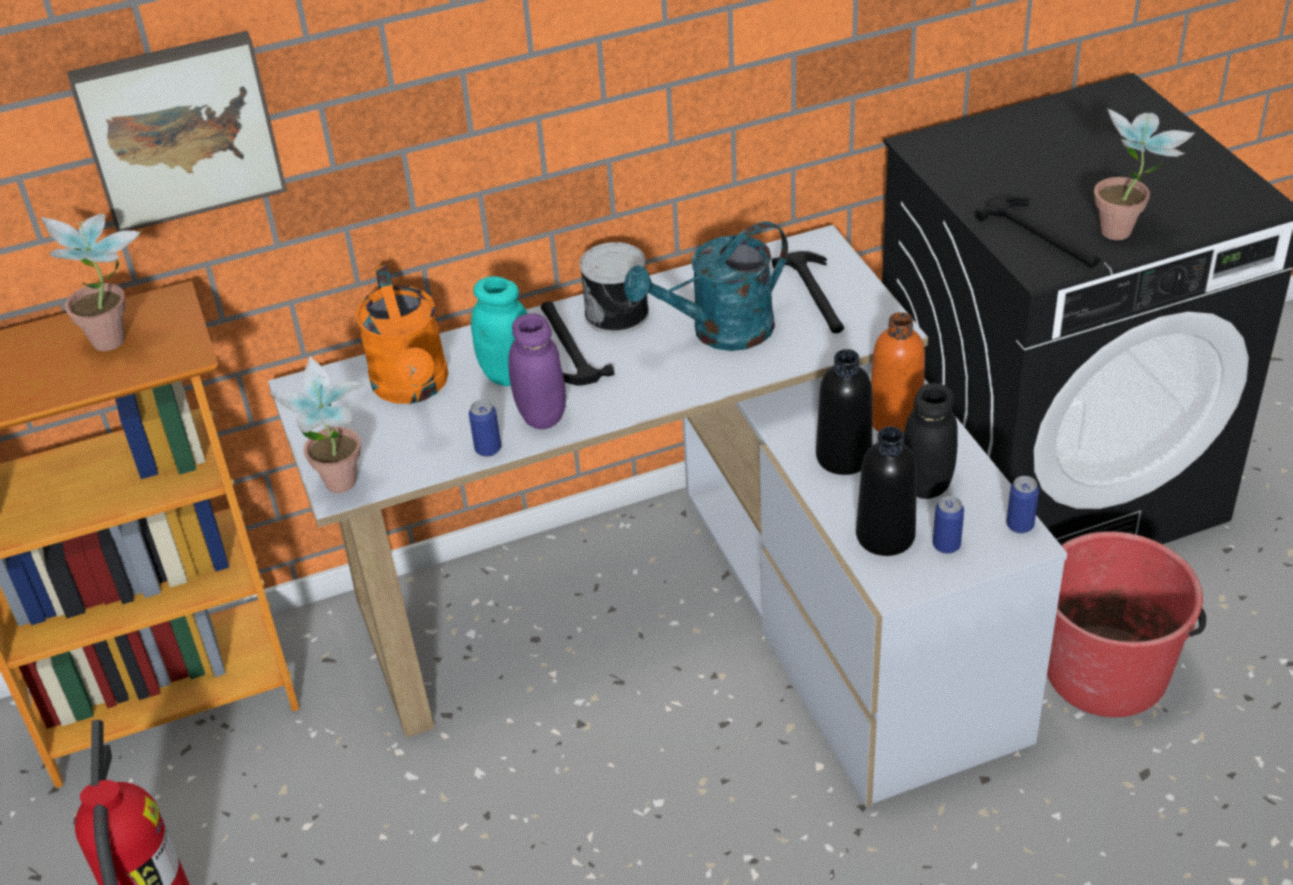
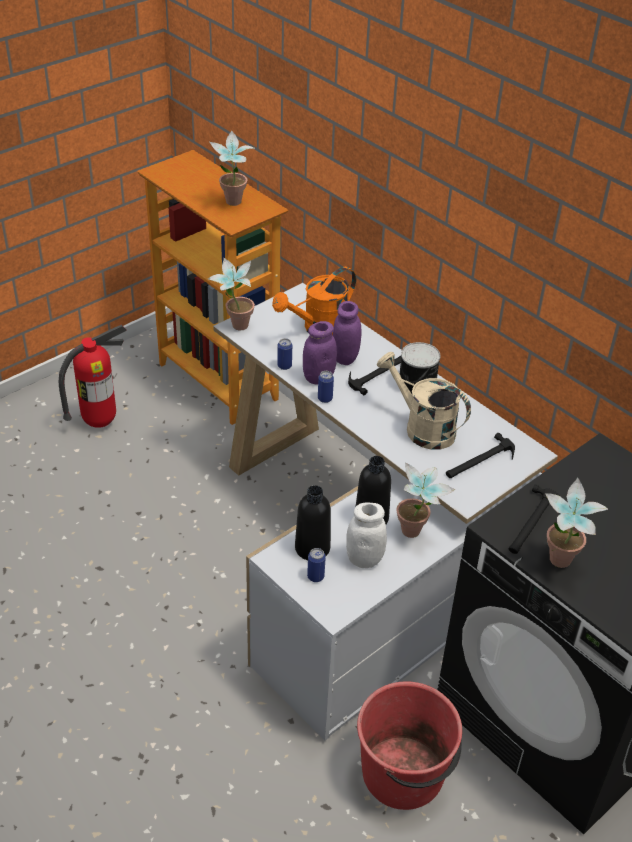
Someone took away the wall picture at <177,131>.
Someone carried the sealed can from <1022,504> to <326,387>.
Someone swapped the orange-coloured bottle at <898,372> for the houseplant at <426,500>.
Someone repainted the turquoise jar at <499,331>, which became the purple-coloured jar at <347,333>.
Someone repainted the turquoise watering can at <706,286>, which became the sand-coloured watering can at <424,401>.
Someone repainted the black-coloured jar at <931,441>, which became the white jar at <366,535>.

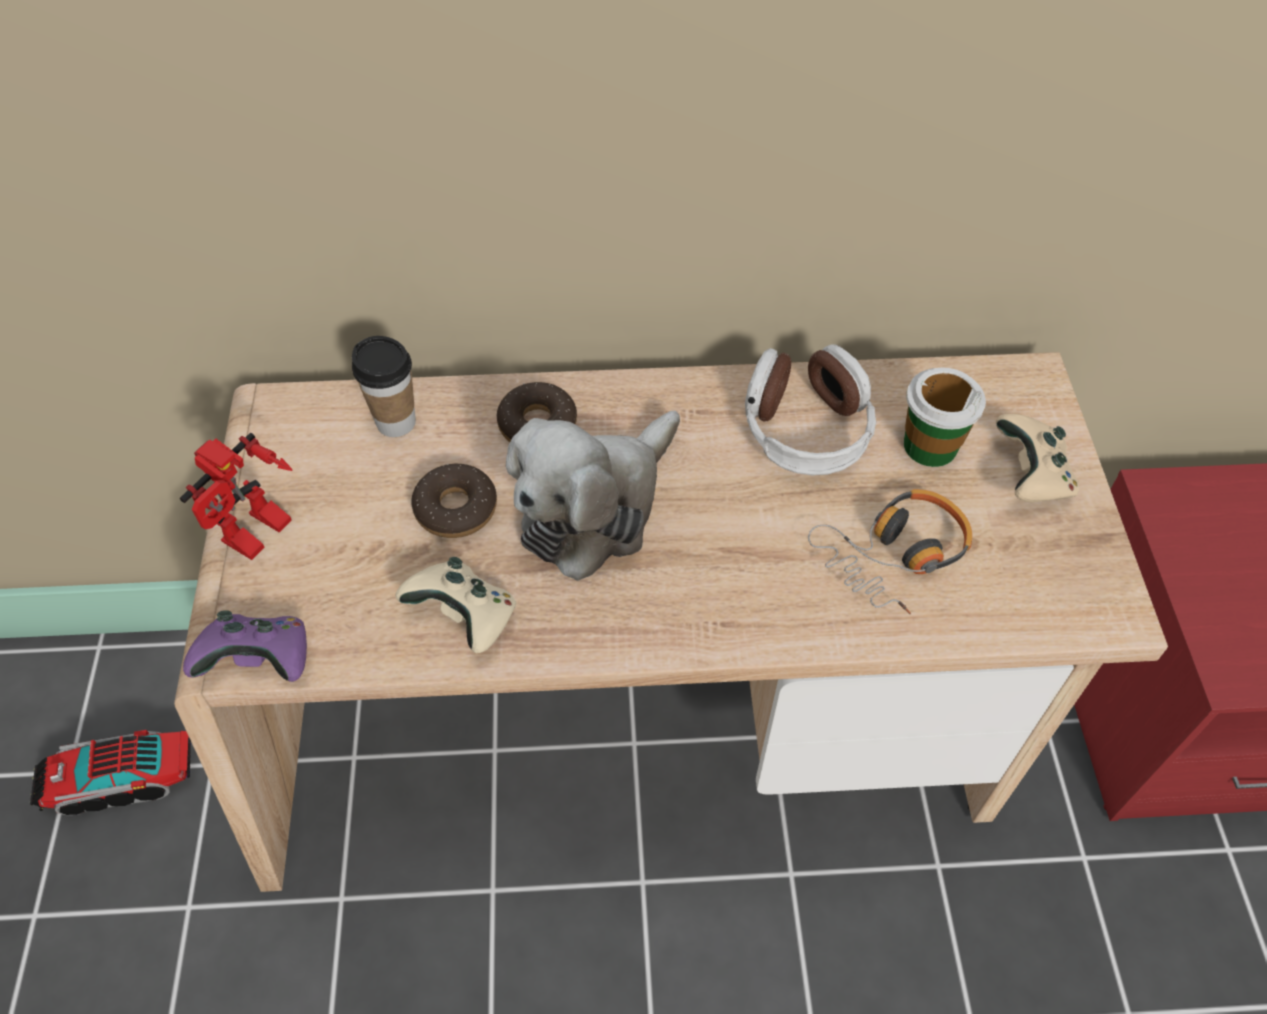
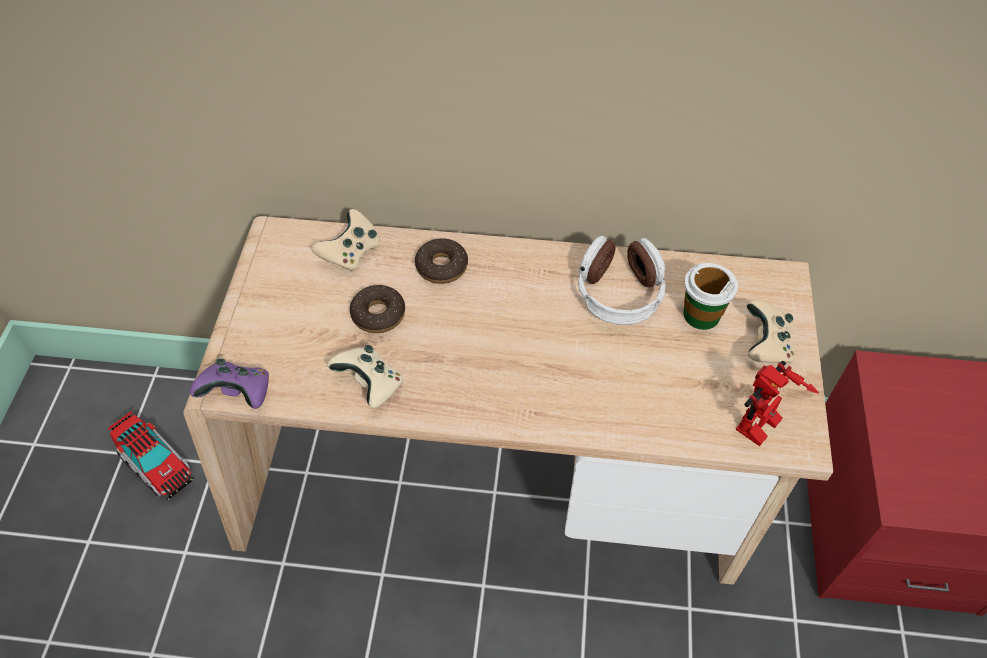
Someone took away the soft toy at <593,496>.
Someone took away the headset at <890,551>.
Someone carried the toy robot from <236,496> to <777,403>.
Someone swapped the small cup at <384,386> for the sand-coloured gamepad at <346,240>.
Someone rotated the model truck at <110,772> by 135 degrees counterclockwise.

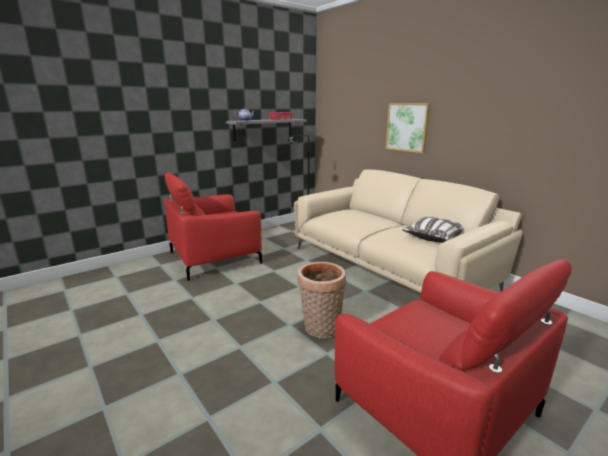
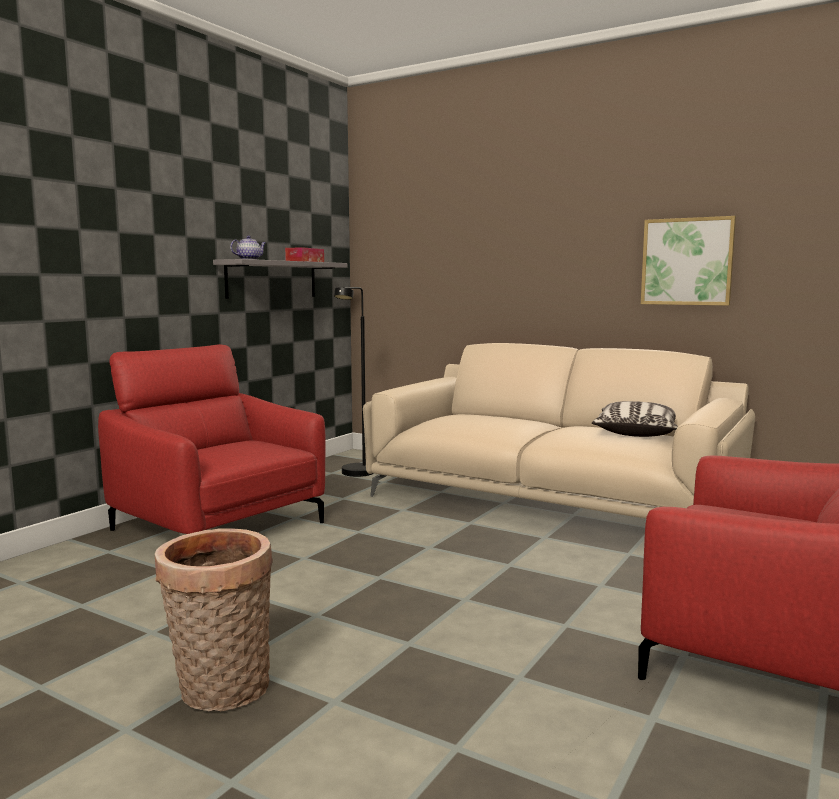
Someone carried the storage basket from <322,300> to <214,620>.
Someone carried the wall picture from <408,128> to <688,261>.
Someone rotated the red lounge chair at <213,226> by 90 degrees clockwise.

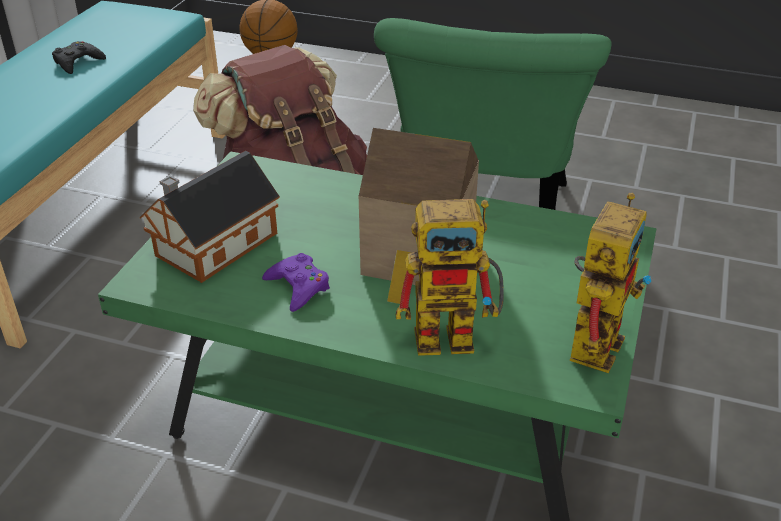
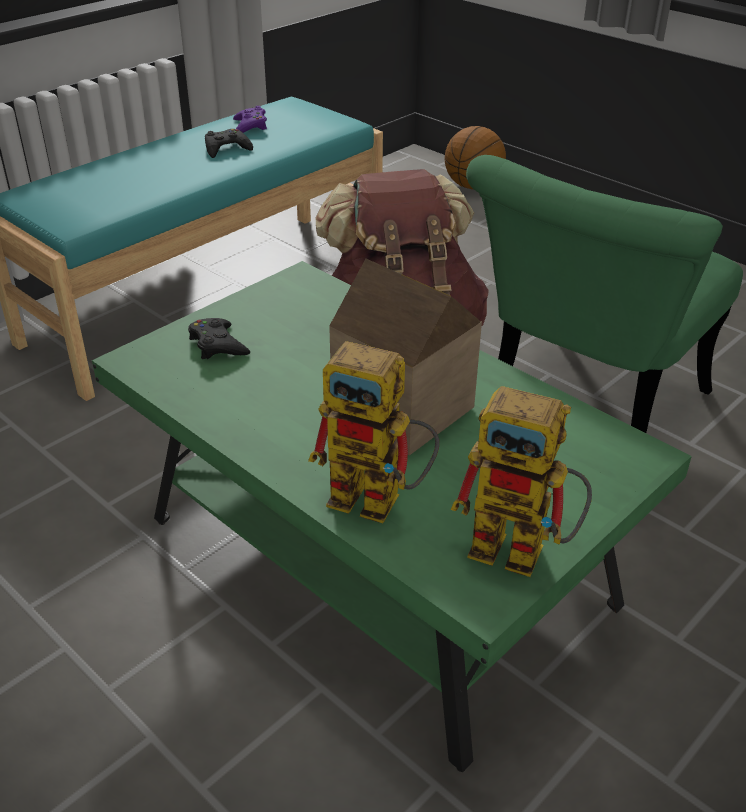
Someone carried the purple-coloured gamepad from <296,282> to <250,119>.
Someone swapped the toy house at <209,217> for the black-coloured gamepad at <219,338>.
Someone rotated the toy robot at <611,283> by 60 degrees clockwise.

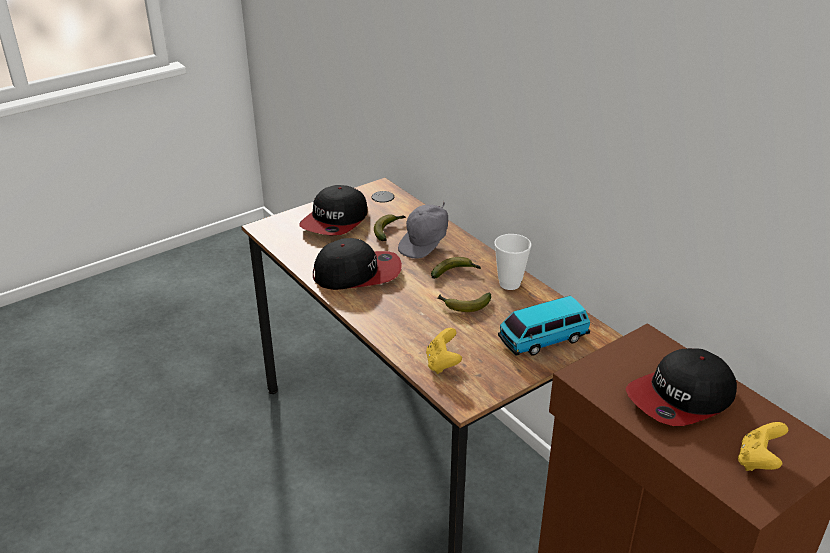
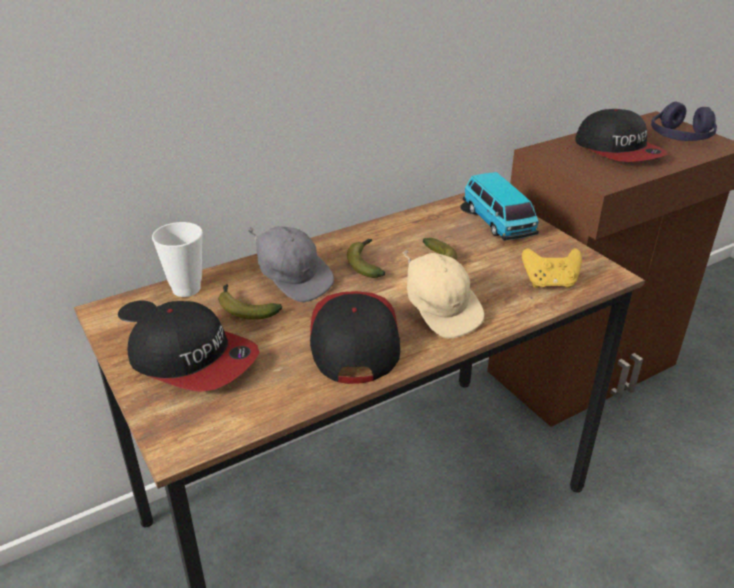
Someone put down the sand-coloured peaked cap at <444,293>.
Someone carried the small cup from <512,262> to <177,259>.
Someone swapped the yellow gamepad at <763,446> for the purple-coloured headset at <684,121>.

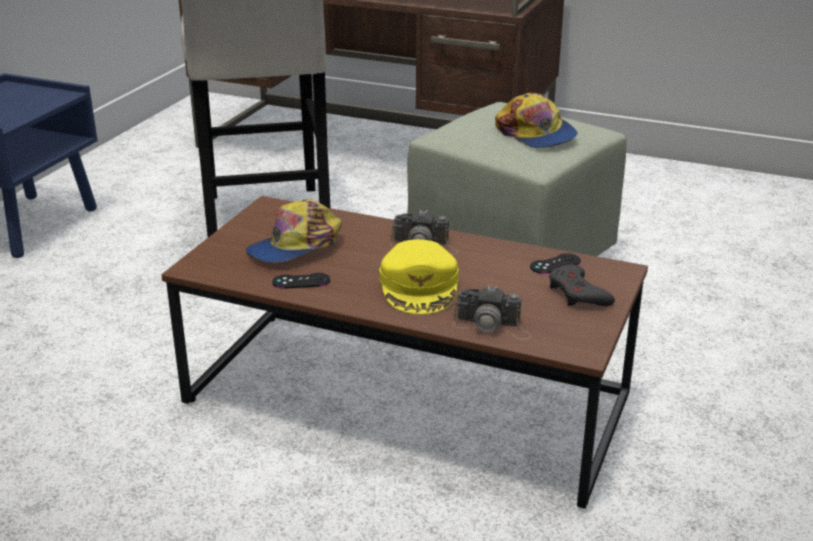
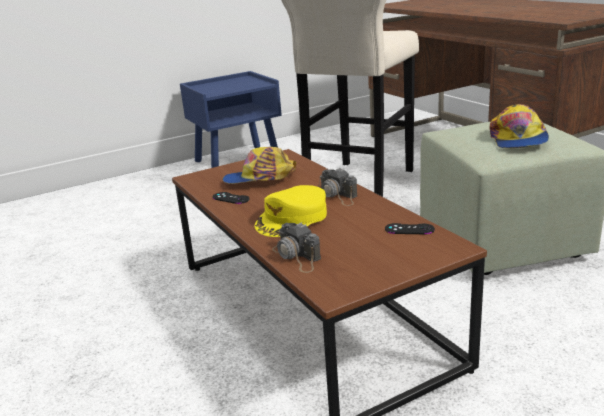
Someone took away the grey gamepad at <582,285>.

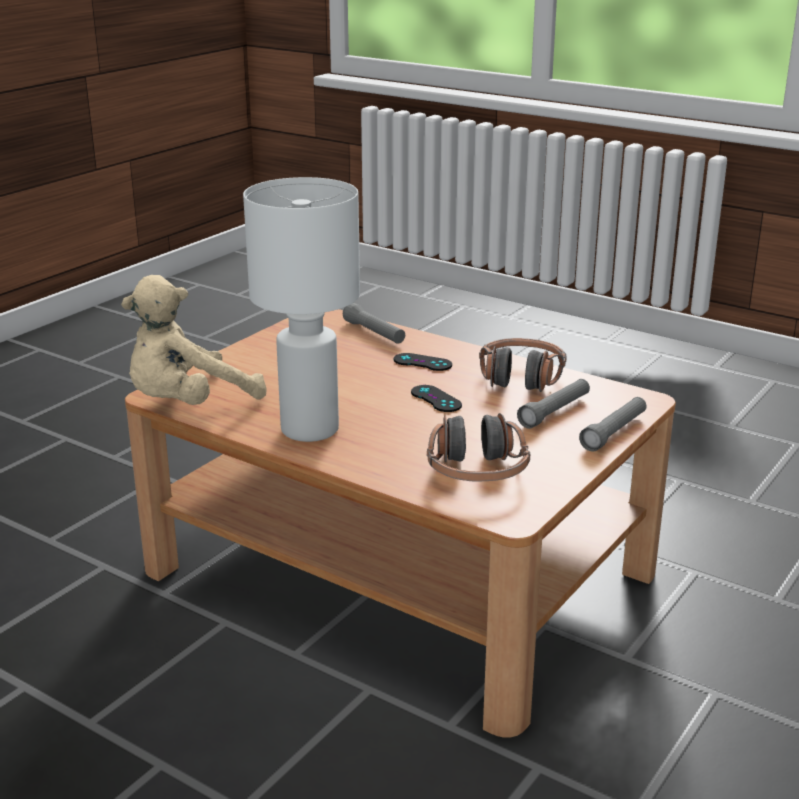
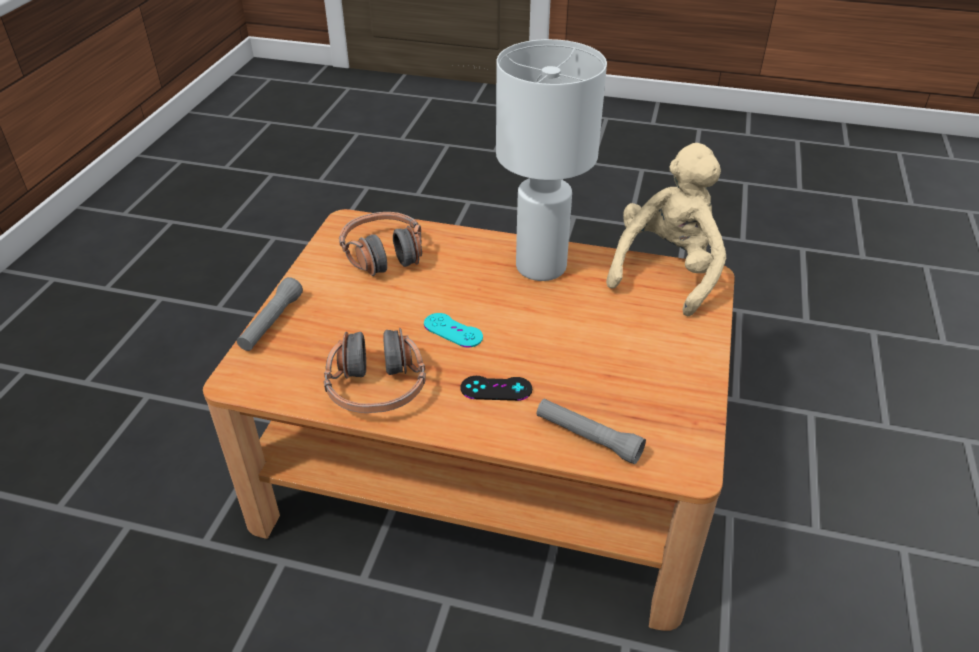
Someone took away the grey torch at <553,404>.
Someone repainted the black-coloured gamepad at <436,398>, which became the turquoise gamepad at <453,330>.

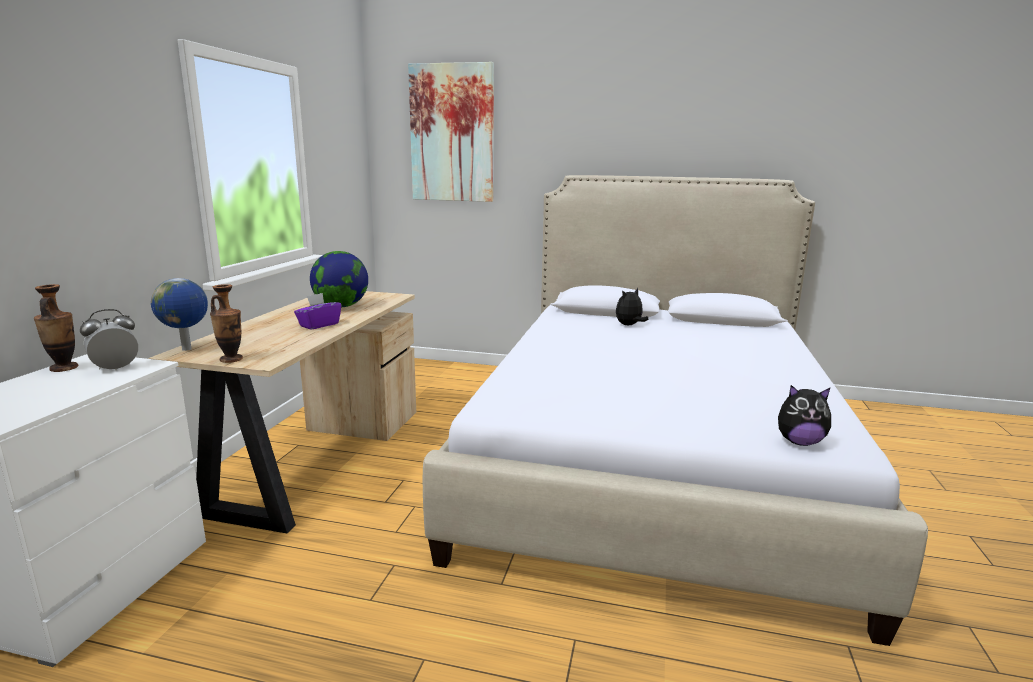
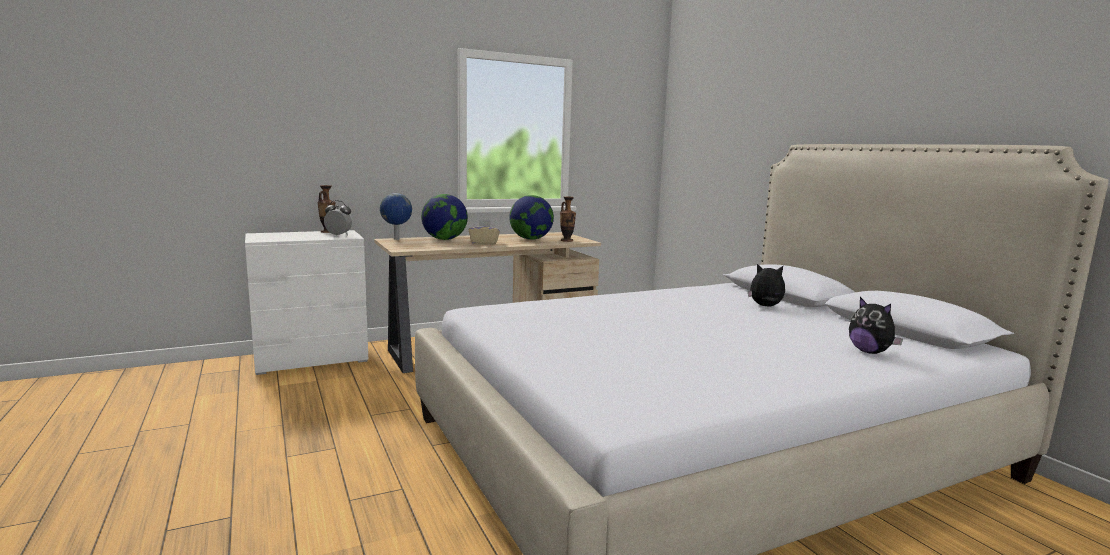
Someone took away the wall picture at <451,132>.
Someone put down the world globe at <444,217>.
Someone carried the decorative vase from <226,323> to <568,219>.
Someone carried the soft toy from <804,415> to <876,325>.
Someone repainted the purple-coloured tissue holder at <318,311>, which became the sand-coloured tissue holder at <484,232>.

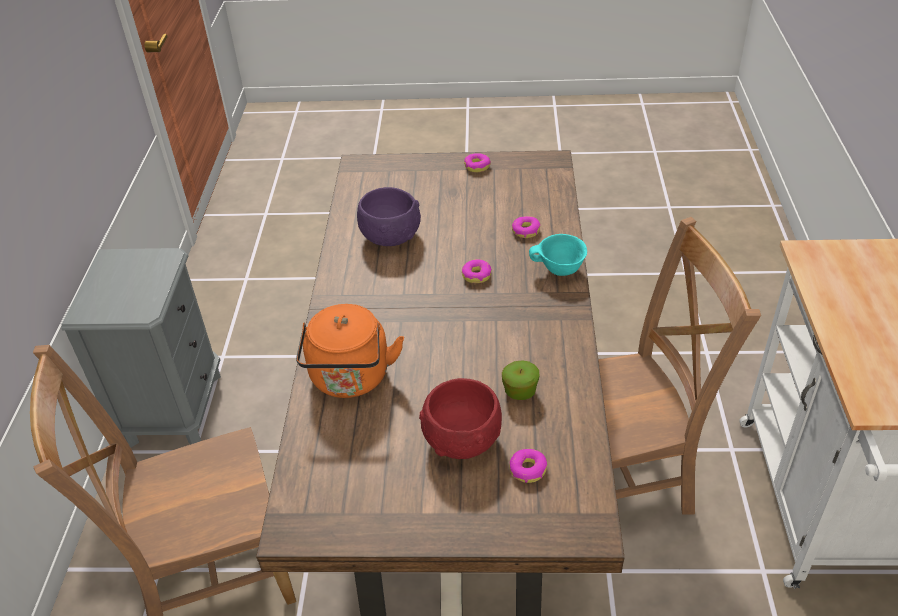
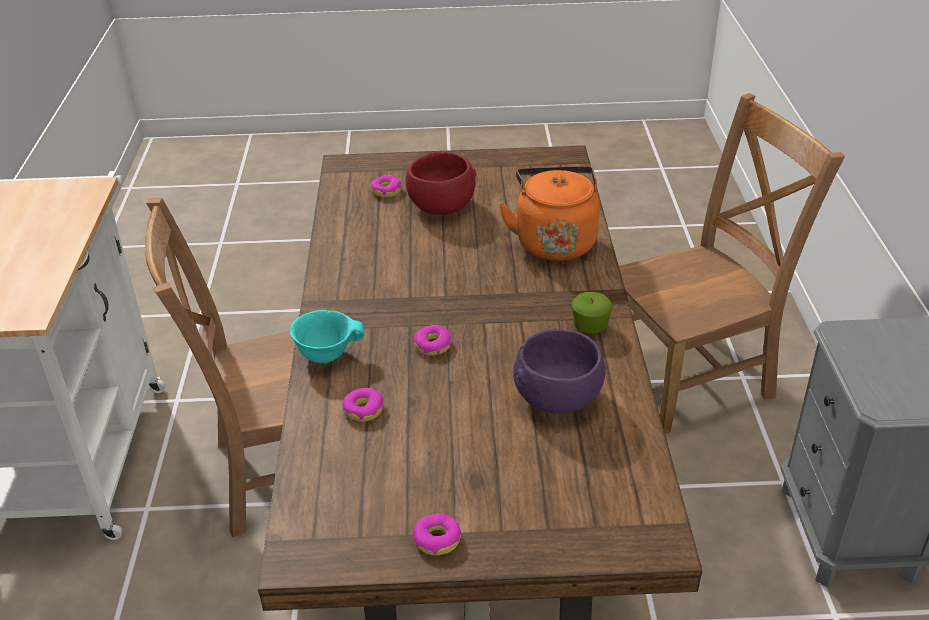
Someone carried the apple from <521,380> to <591,312>.

